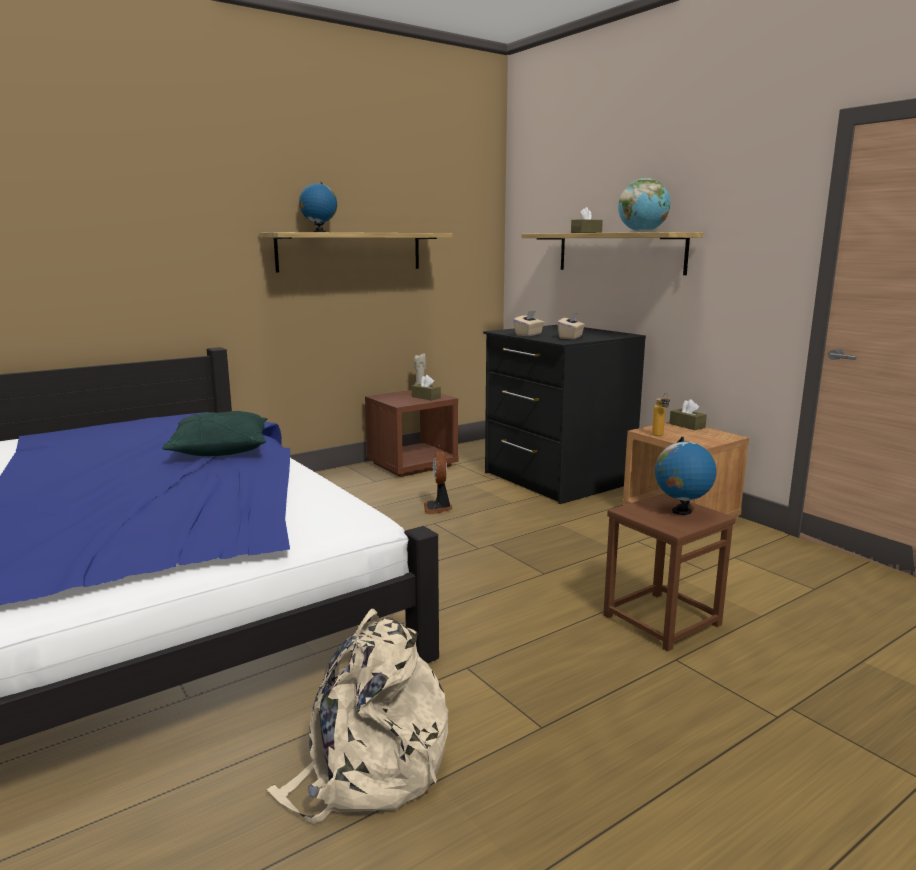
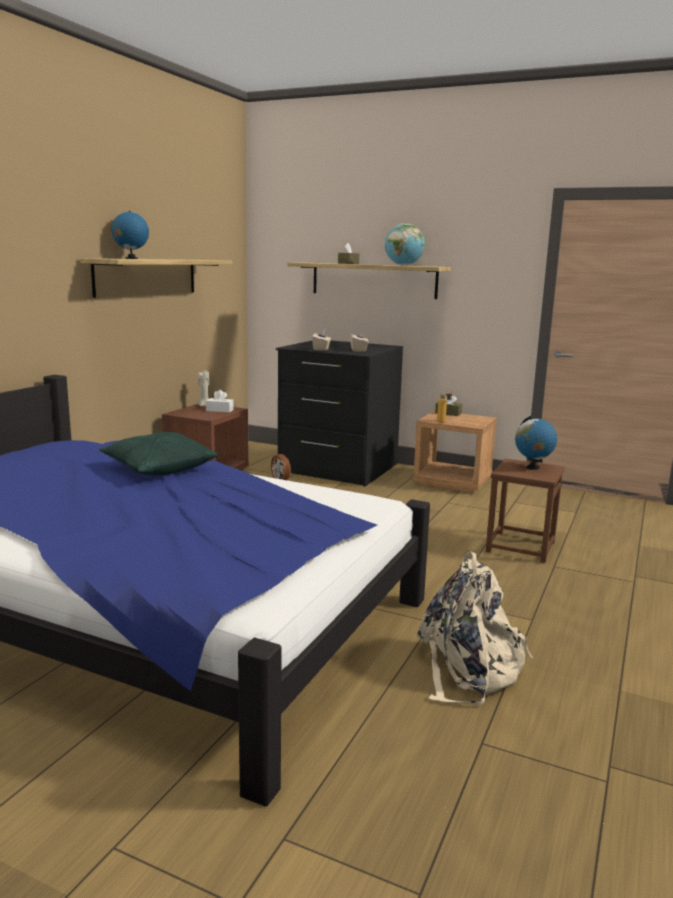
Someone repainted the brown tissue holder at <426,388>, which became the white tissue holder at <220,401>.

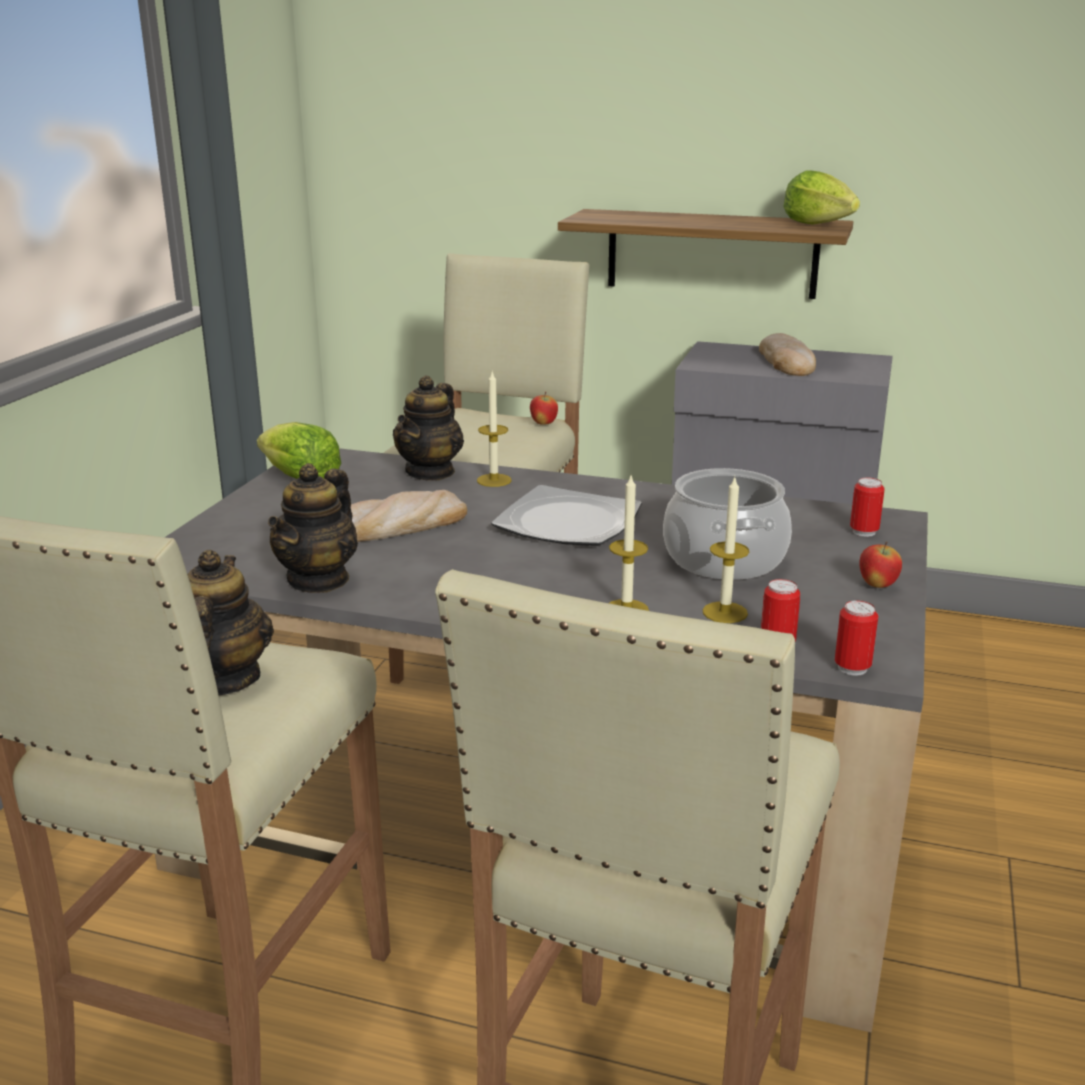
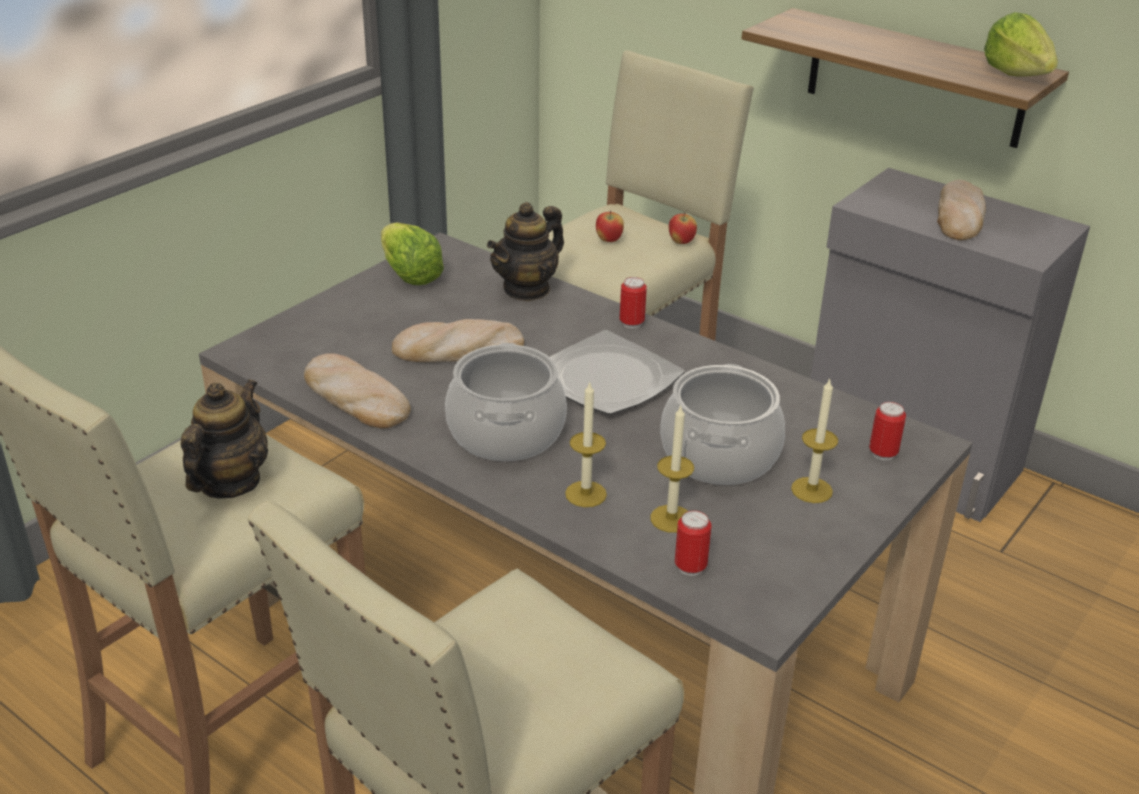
Someone put down the cooking pot at <506,402>.
Someone carried the candle from <494,429> to <814,441>.
Someone carried the sealed can from <856,638> to <633,303>.
Someone carried the apple from <880,565> to <610,226>.
Someone swapped the tea pot at <313,528> for the bakery bread at <357,390>.

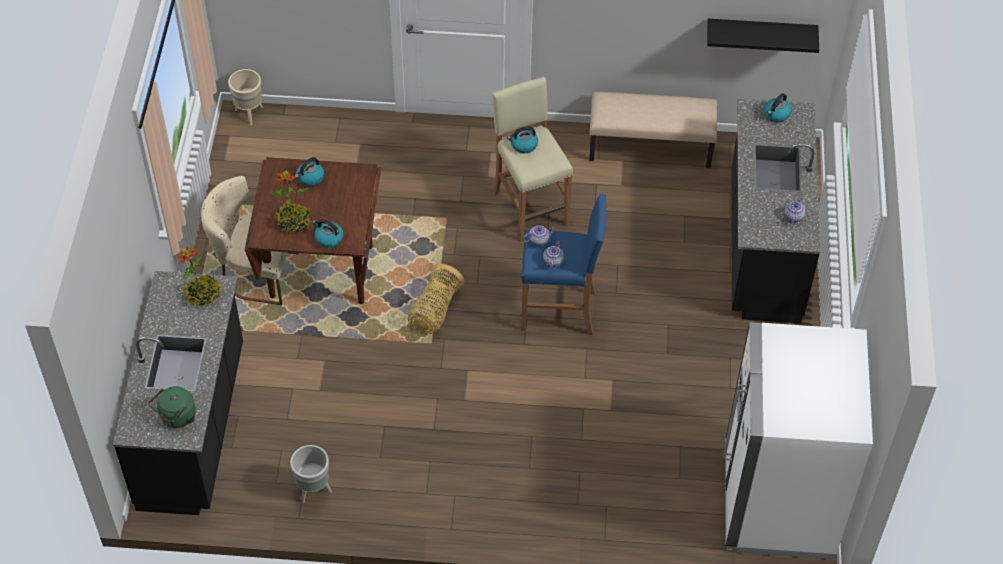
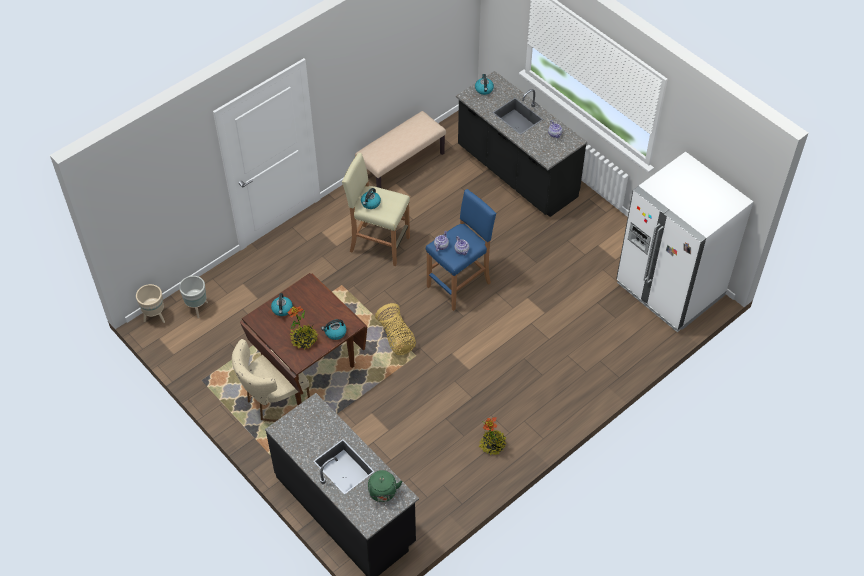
Someone took away the black-coloured wall shelf at <763,36>.
Someone carried the houseplant from <199,278> to <492,436>.
Someone carried the grey flower pot from <311,474> to <193,297>.

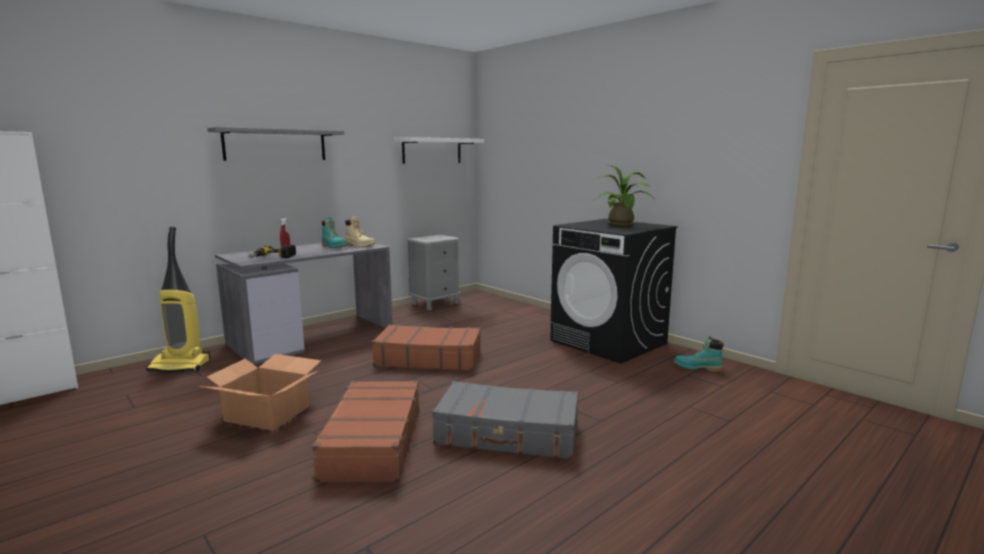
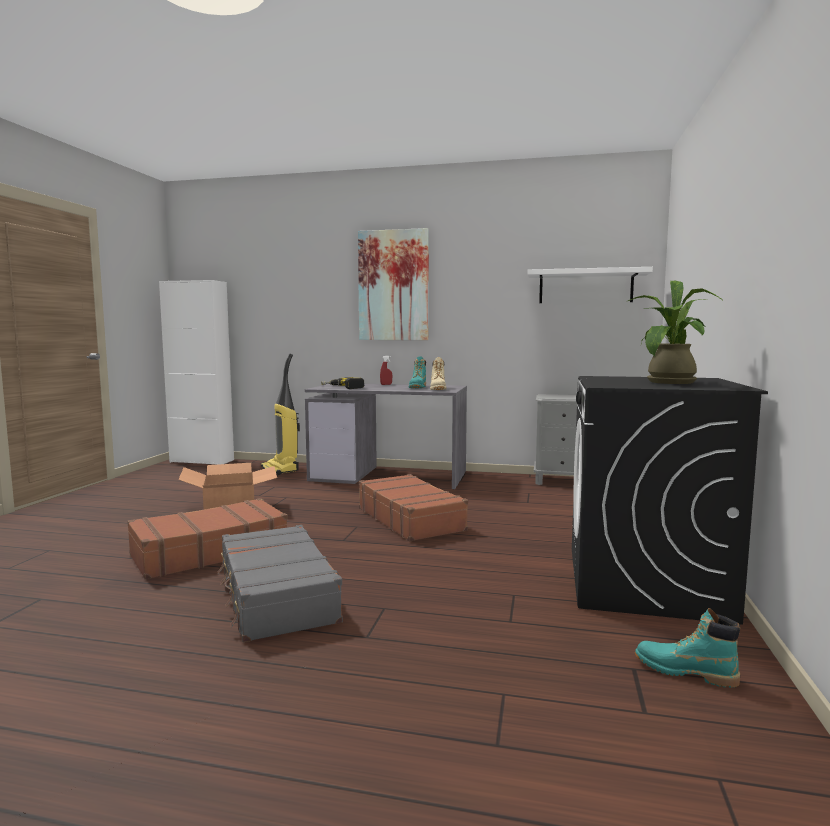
Someone swapped the grey wall shelf at <275,144> for the wall picture at <393,284>.
Someone rotated the turquoise boot at <698,354> by 45 degrees counterclockwise.

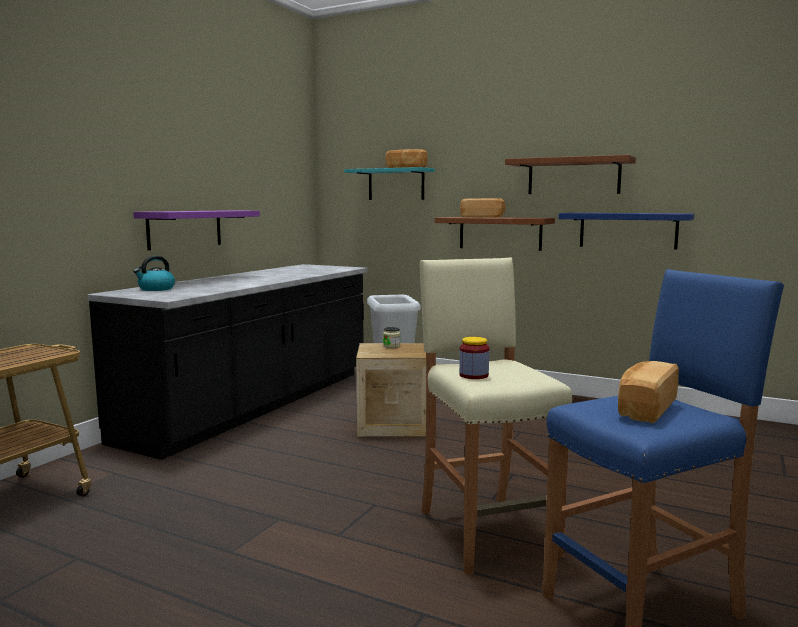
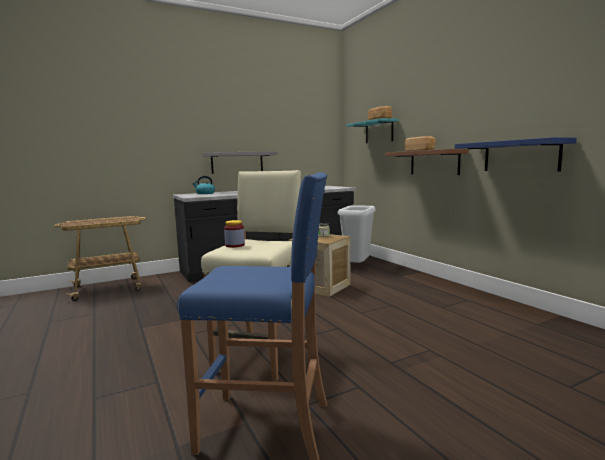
Someone took away the brown wall shelf at <570,174>.
Someone took away the bakery bread at <648,392>.
Someone repainted the purple-coloured wall shelf at <196,230>, which became the grey wall shelf at <240,162>.

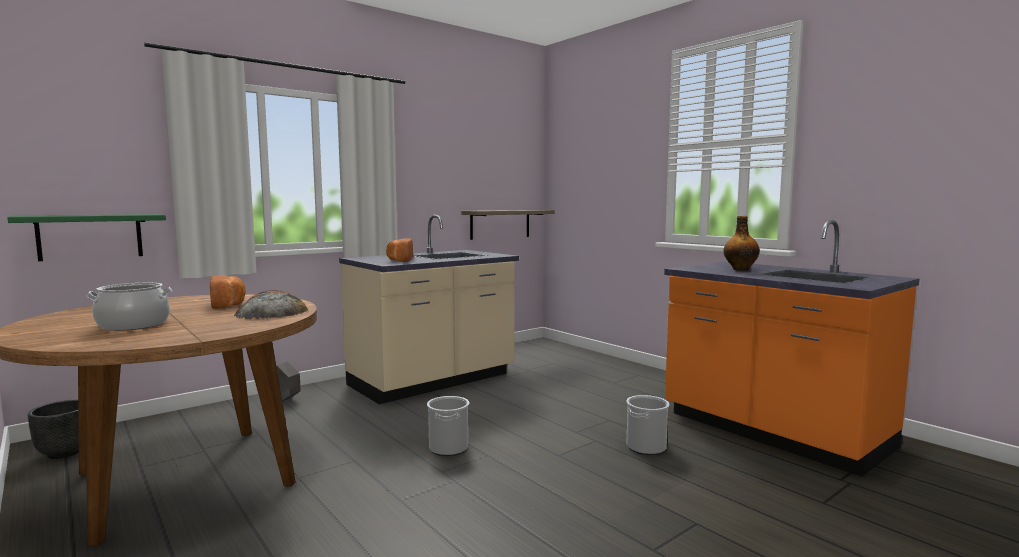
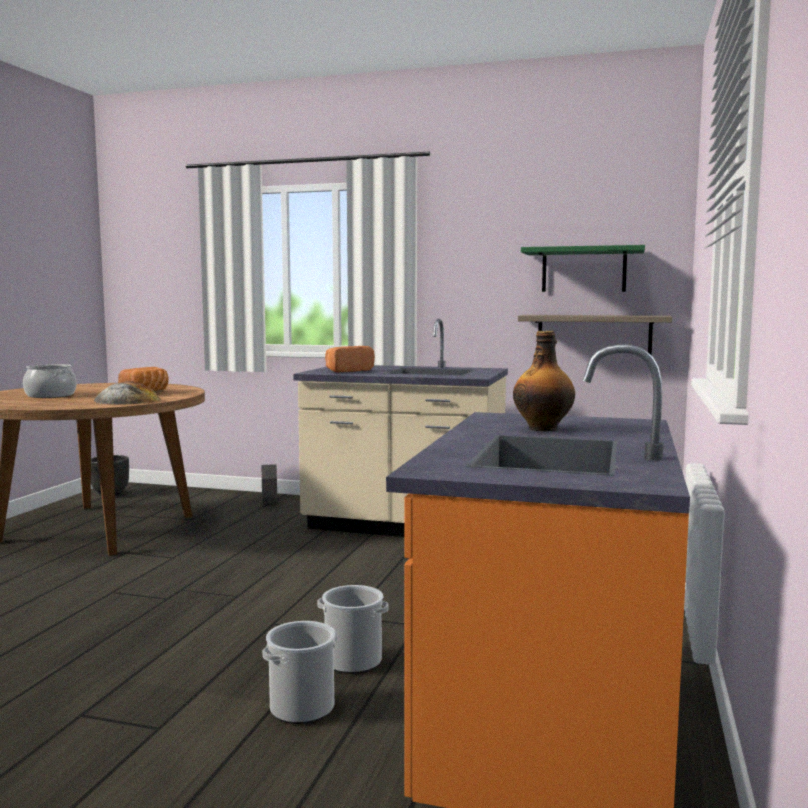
Someone carried the greenish wall shelf from <87,237> to <583,268>.
Someone carried the bucket from <448,426> to <300,672>.

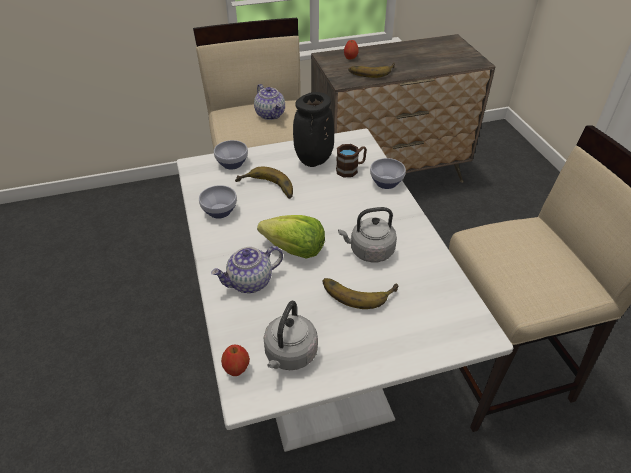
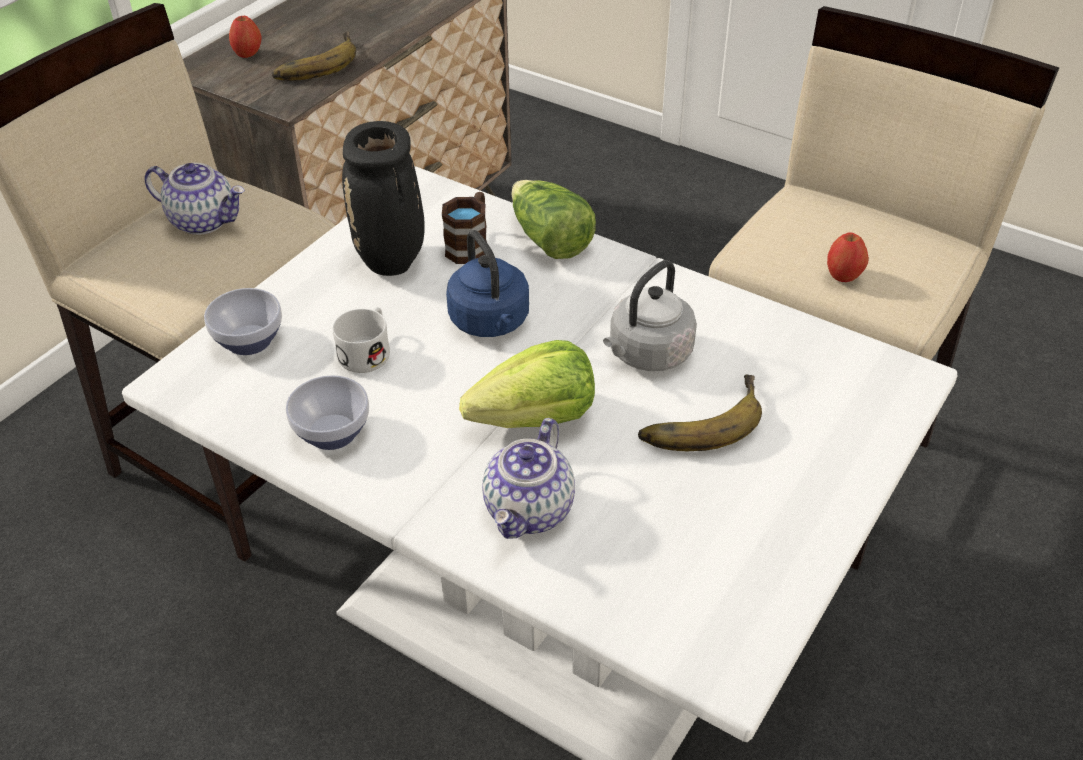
Someone took away the grey tea kettle at <290,335>.
Someone put down the blue tea kettle at <487,283>.
Someone carried the apple from <235,360> to <848,257>.
Someone swapped the banana fruit at <264,183> for the white tea mug at <361,340>.
Someone swapped the serving bowl at <388,173> for the head of lettuce at <554,219>.

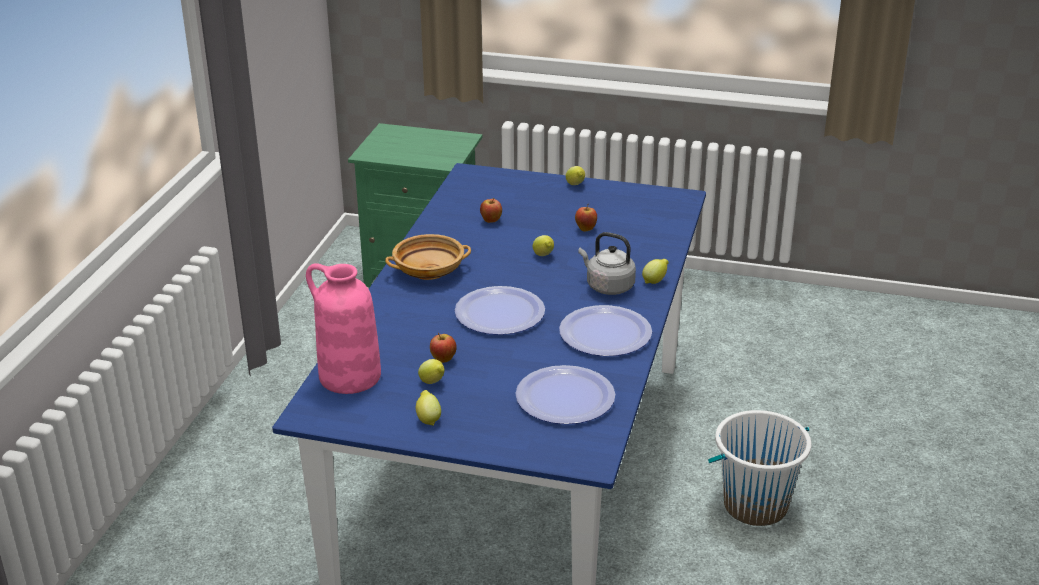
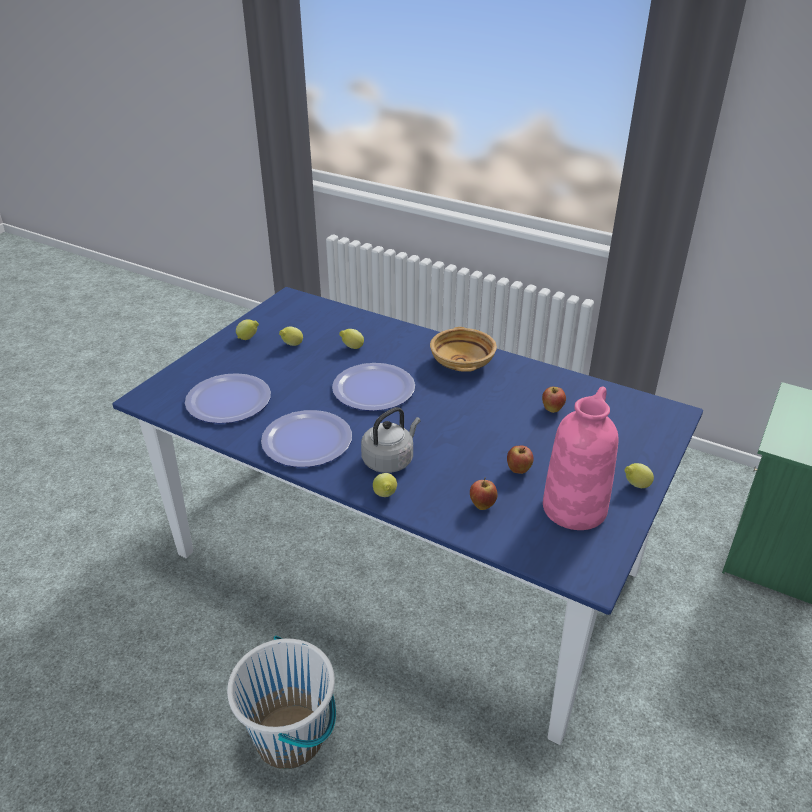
Someone carried the pink-coloured decorative vase from <343,328> to <581,458>.
Someone carried the apple from <443,348> to <484,494>.
Someone carried the lemon from <543,245> to <351,339>.

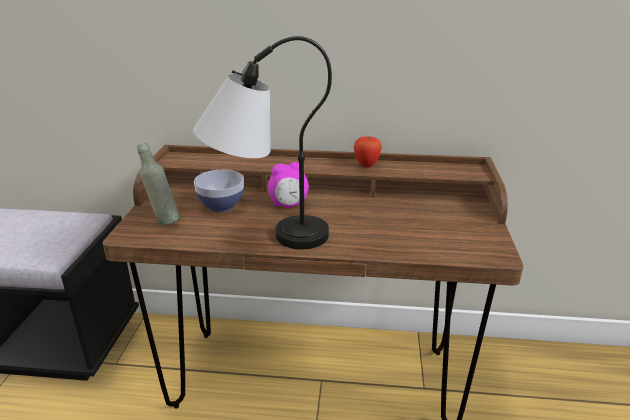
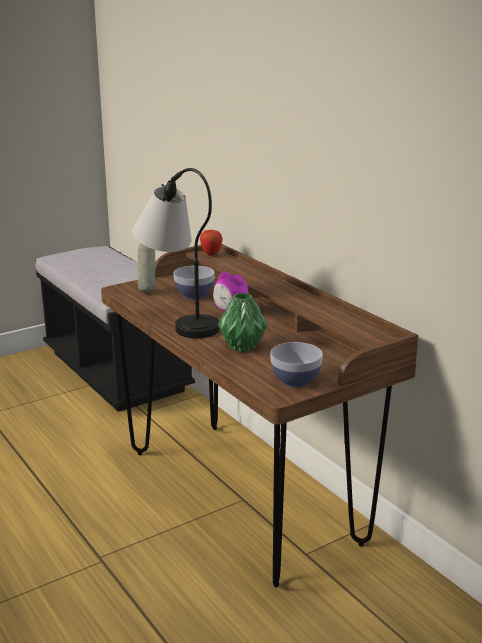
Someone put down the greenish decorative vase at <242,322>.
Someone put down the serving bowl at <296,365>.
Someone carried the apple from <368,151> to <211,242>.

